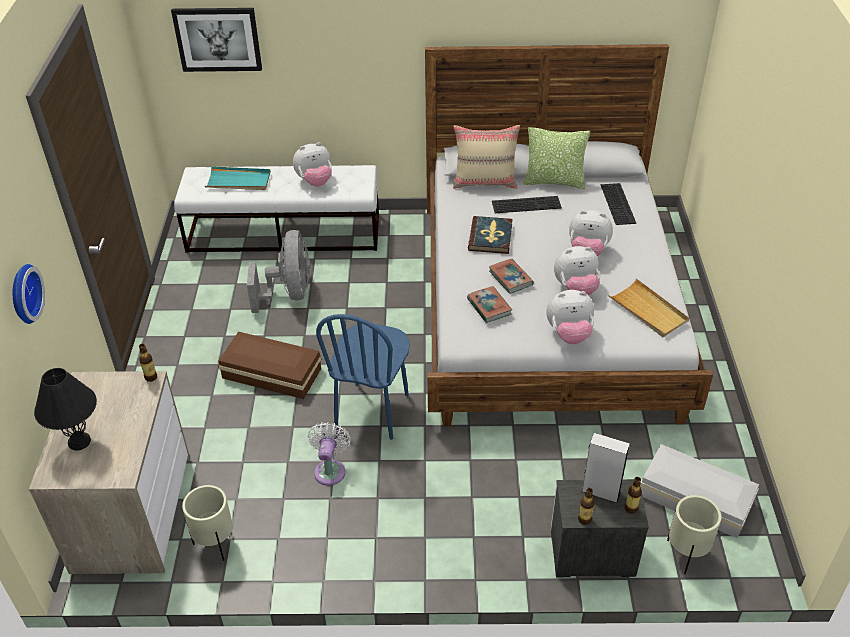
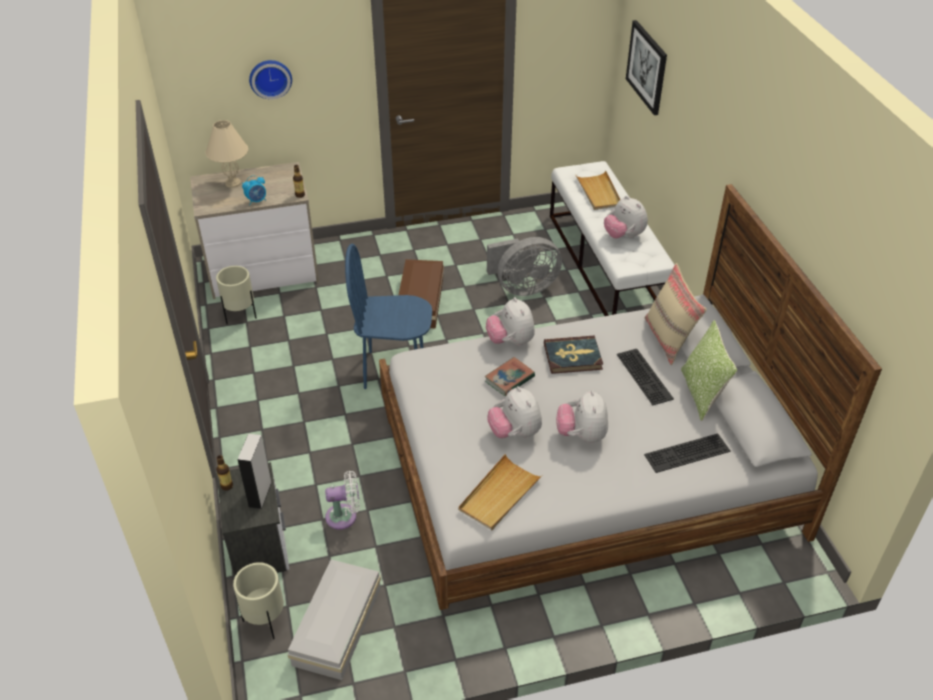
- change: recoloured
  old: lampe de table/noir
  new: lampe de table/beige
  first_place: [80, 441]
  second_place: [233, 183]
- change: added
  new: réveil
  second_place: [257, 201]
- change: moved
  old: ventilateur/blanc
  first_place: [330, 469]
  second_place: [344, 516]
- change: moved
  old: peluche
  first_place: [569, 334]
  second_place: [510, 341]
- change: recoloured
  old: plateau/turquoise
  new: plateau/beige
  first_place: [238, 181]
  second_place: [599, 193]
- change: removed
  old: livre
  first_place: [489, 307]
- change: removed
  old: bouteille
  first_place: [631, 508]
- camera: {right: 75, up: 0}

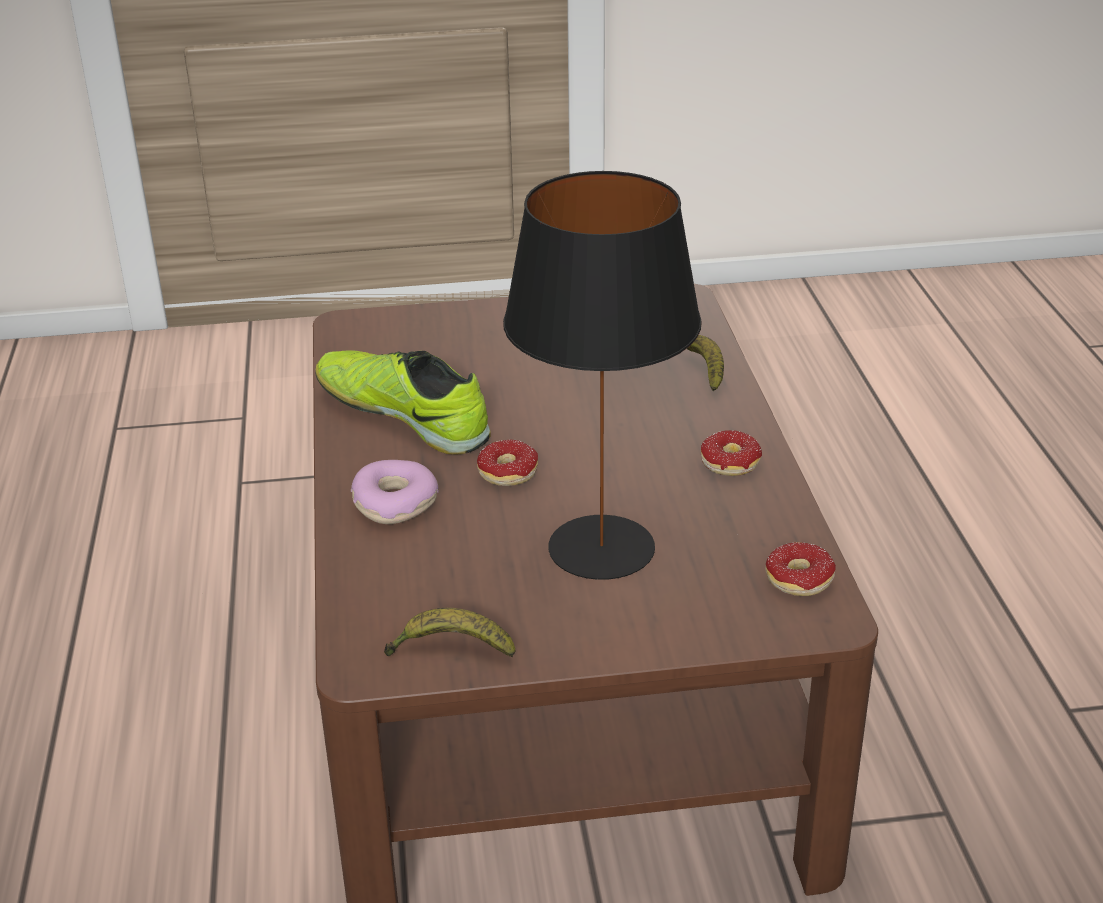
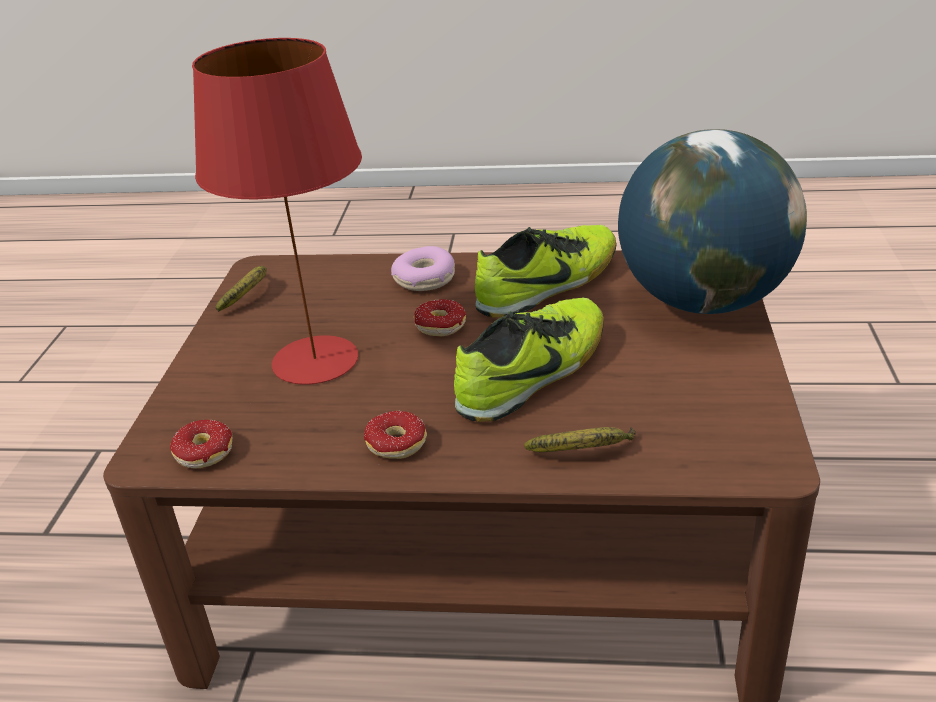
- change: recoloured
  old: lampe de table/noir
  new: lampe de table/rouge
  first_place: [601, 546]
  second_place: [317, 360]
- change: added
  new: chaussure
  second_place: [534, 373]
- change: added
  new: globe
  second_place: [702, 302]
- camera: {right: 105, up: 0}

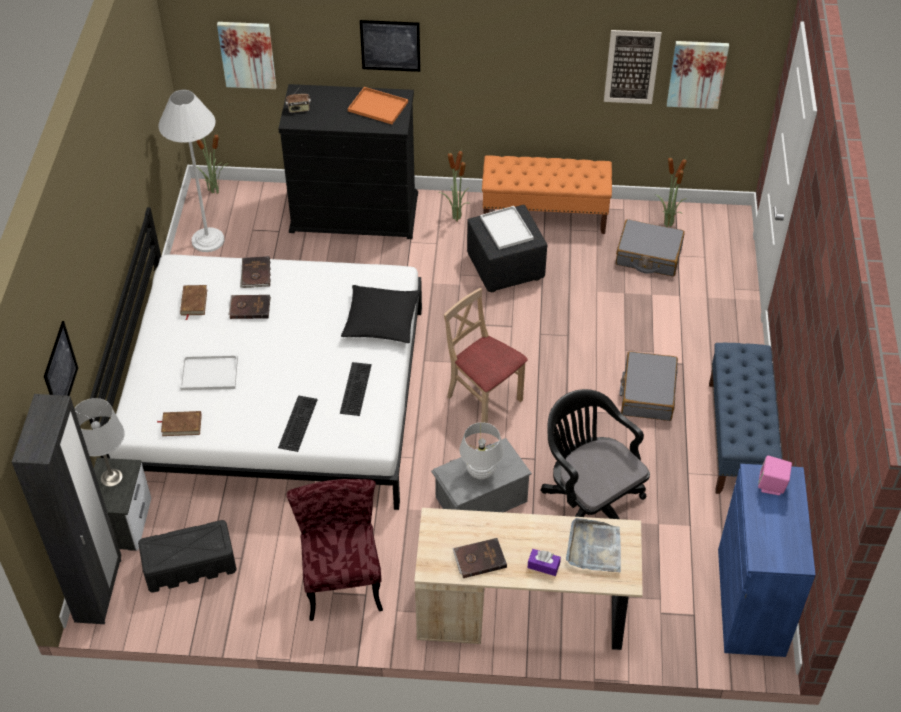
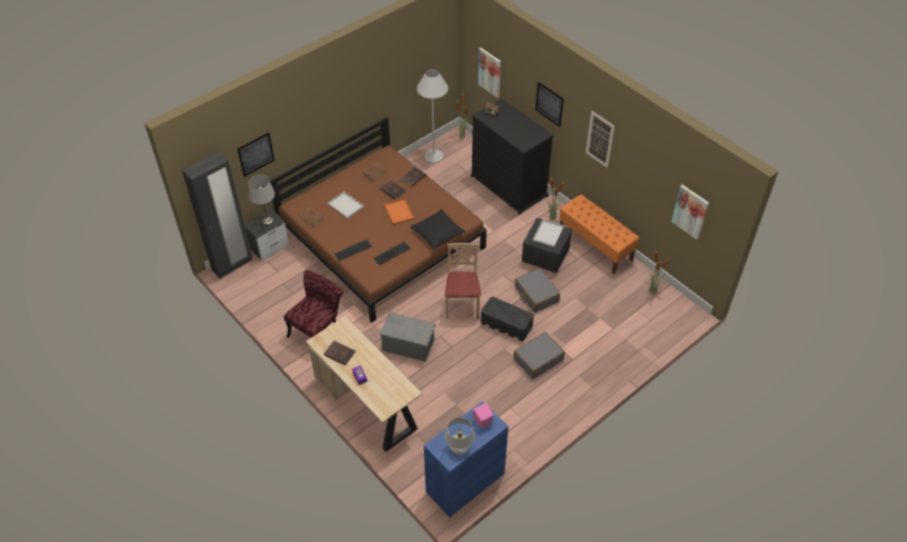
- change: recoloured
  old: lit/blanc
  new: lit/marron
  first_place: [274, 395]
  second_place: [381, 239]
- change: moved
  old: plateau/orange
  first_place: [376, 106]
  second_place: [398, 211]
- change: moved
  old: lampe de table/blanc
  first_place: [481, 471]
  second_place: [459, 448]
- change: moved
  old: boîte de rangement/noir
  first_place: [189, 566]
  second_place: [506, 324]
- change: moved
  old: valise/gris
  first_place: [648, 255]
  second_place: [536, 294]
- change: moved
  old: tableau
  first_place: [631, 67]
  second_place: [600, 139]
- change: removed
  old: chaise de bureau/noir
  first_place: [589, 504]
- change: removed
  old: plateau/gris
  first_place: [594, 548]
- change: removed
  old: banc/bleu
  first_place: [737, 438]
- camera: {right: 45, up: 0}

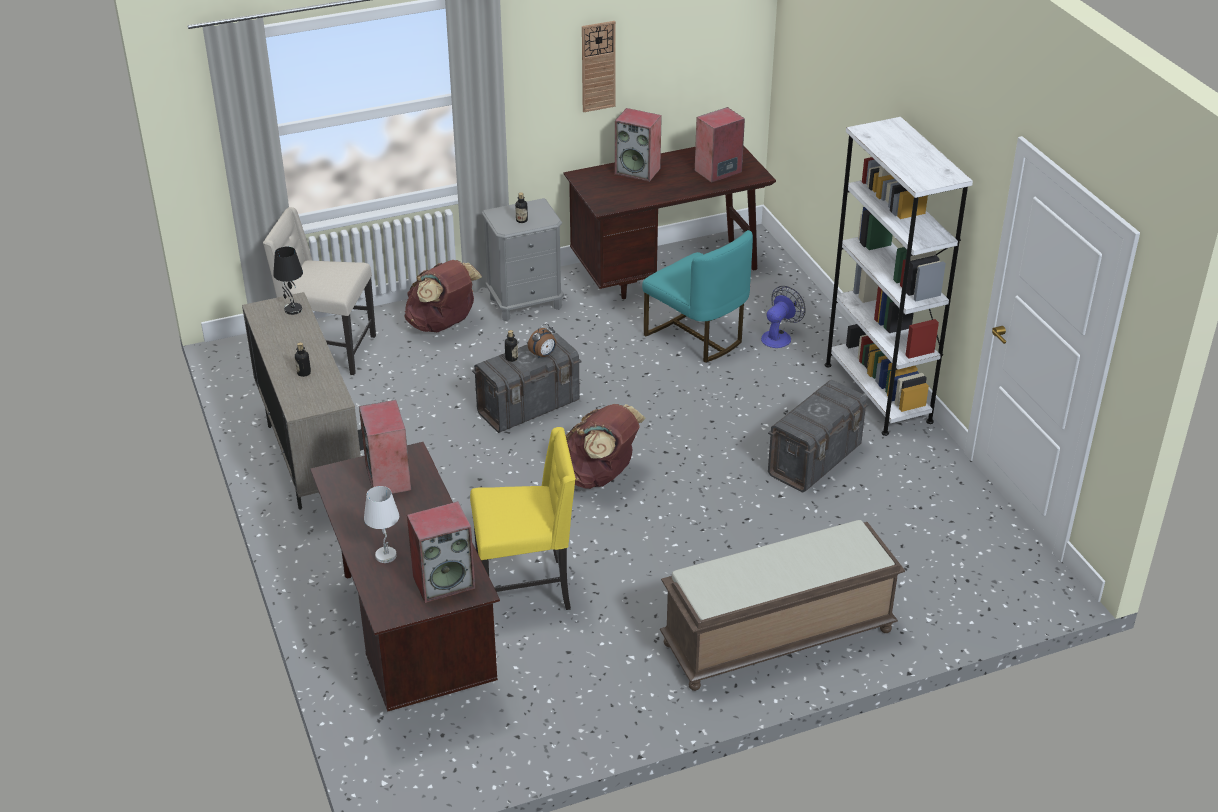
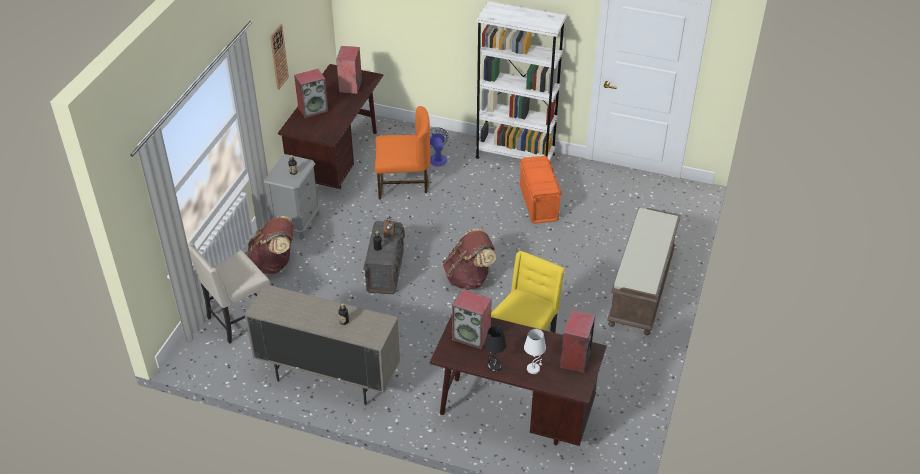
- change: recoloured
  old: chaise/turquoise
  new: chaise/orange
  first_place: [696, 336]
  second_place: [403, 183]
- change: moved
  old: lampe de table/noir
  first_place: [292, 309]
  second_place: [494, 366]
- change: recoloured
  old: boîte de rangement/gris
  new: boîte de rangement/orange
  first_place: [815, 460]
  second_place: [538, 203]
- camera: {right: -50, up: 5}

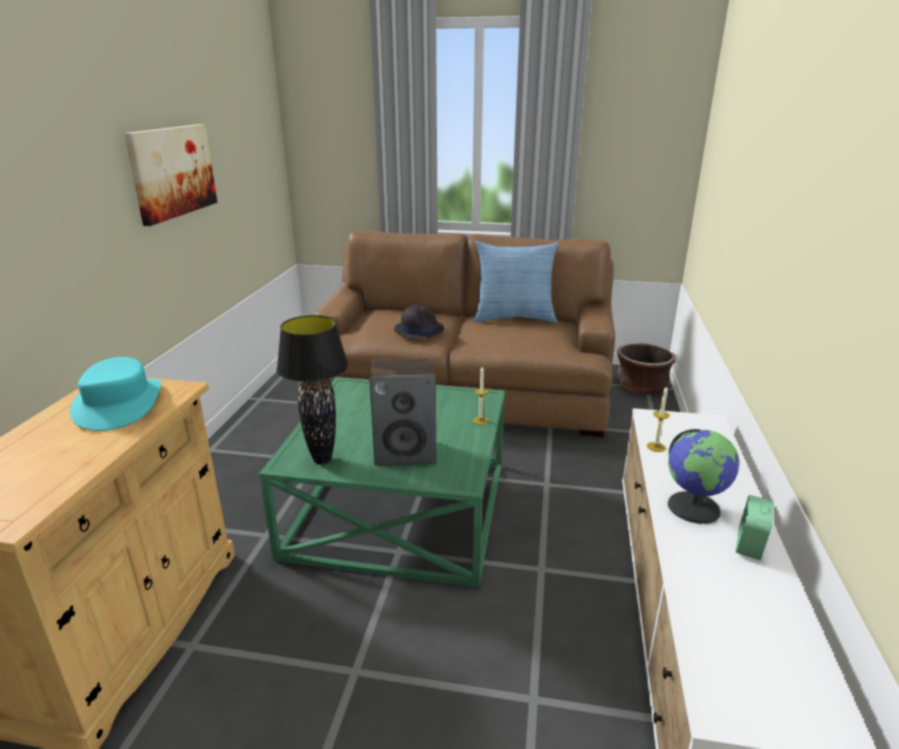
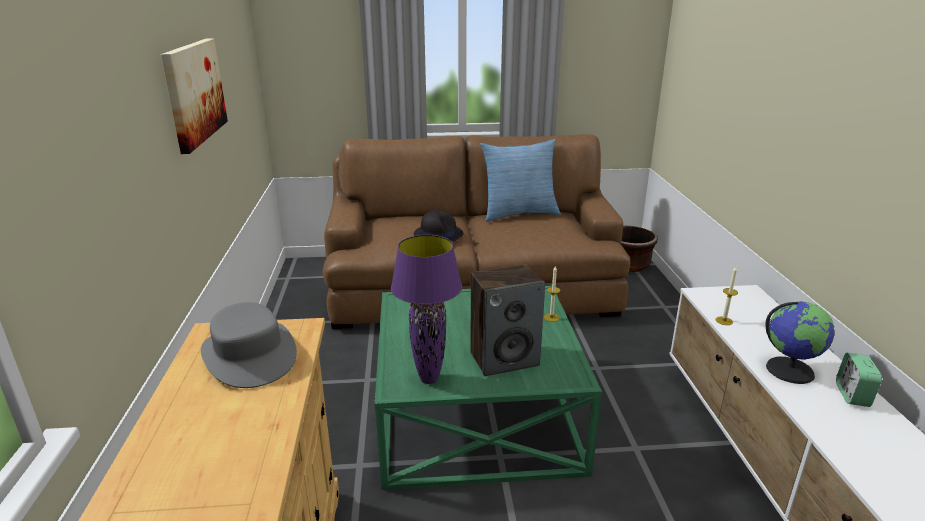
- change: recoloured
  old: chapeau/turquoise
  new: chapeau/gris
  first_place: [119, 404]
  second_place: [249, 355]
- change: recoloured
  old: lampe de table/noir
  new: lampe de table/violet
  first_place: [322, 460]
  second_place: [429, 379]
- camera: {right: -15, up: 0}

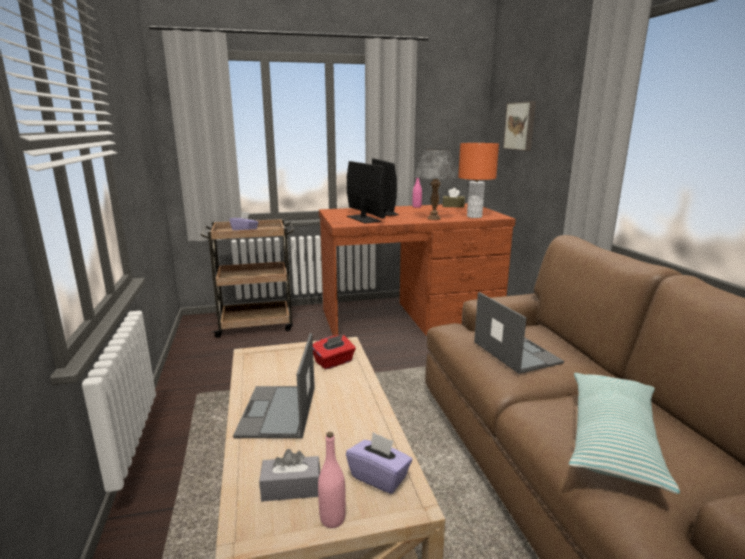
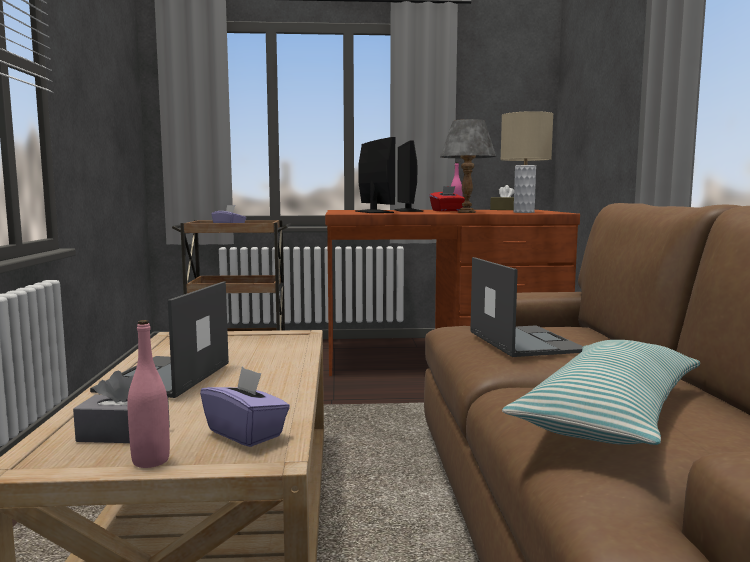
- change: moved
  old: boîte à mouchoirs/rouge
  first_place: [334, 362]
  second_place: [447, 211]
- change: recoloured
  old: lampe de table/orange
  new: lampe de table/beige
  first_place: [474, 216]
  second_place: [524, 212]
- change: removed
  old: tableau
  first_place: [521, 126]
- camera: {right: 10, up: -10}

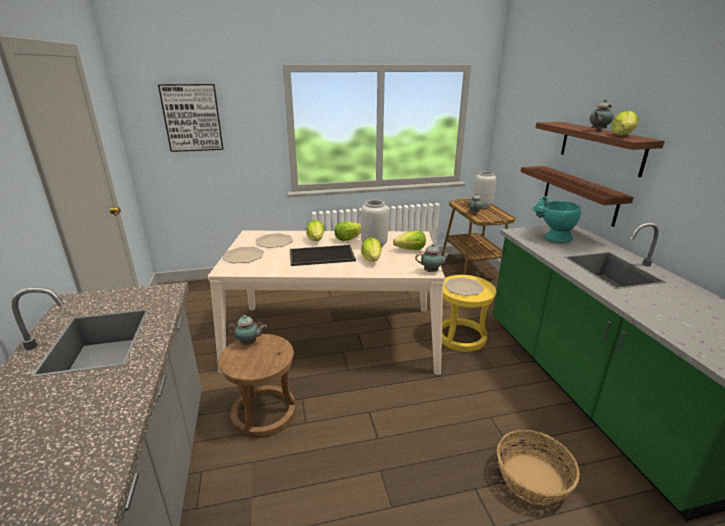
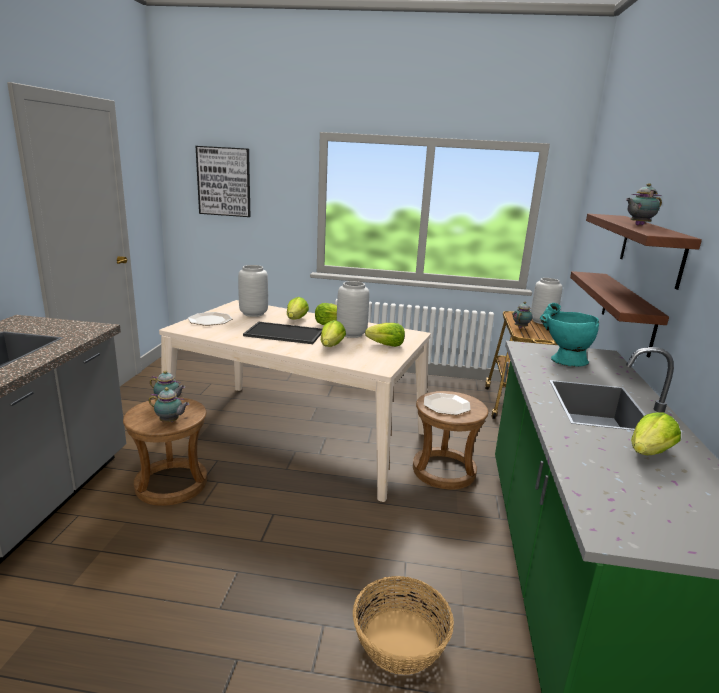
- change: moved
  old: théière
  first_place: [432, 271]
  second_place: [170, 421]
- change: replaced
  old: assiette
  new: vase/gris
  first_place: [274, 241]
  second_place: [253, 313]
- change: recoloured
  old: tabouret/jaune
  new: tabouret/marron
  first_place: [461, 337]
  second_place: [444, 471]
- change: moved
  old: laitue
  first_place: [622, 135]
  second_place: [649, 453]
- camera: {right: 20, up: -5}

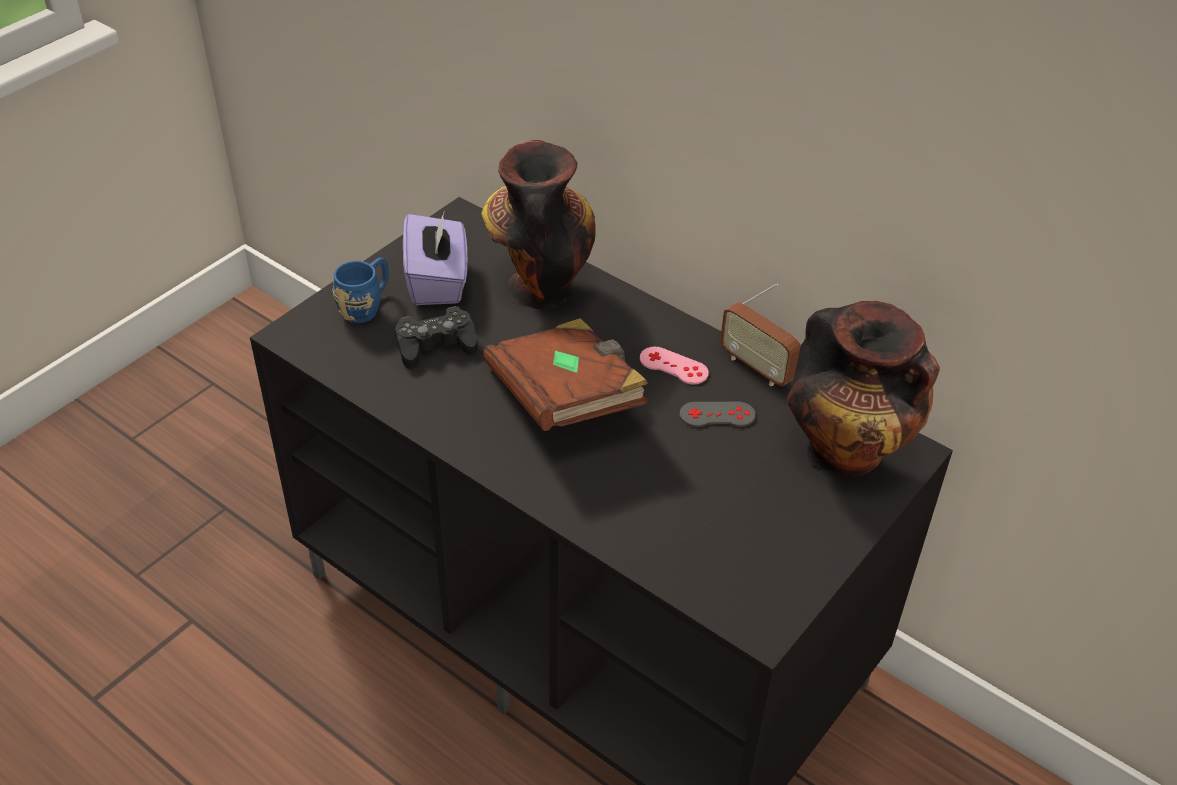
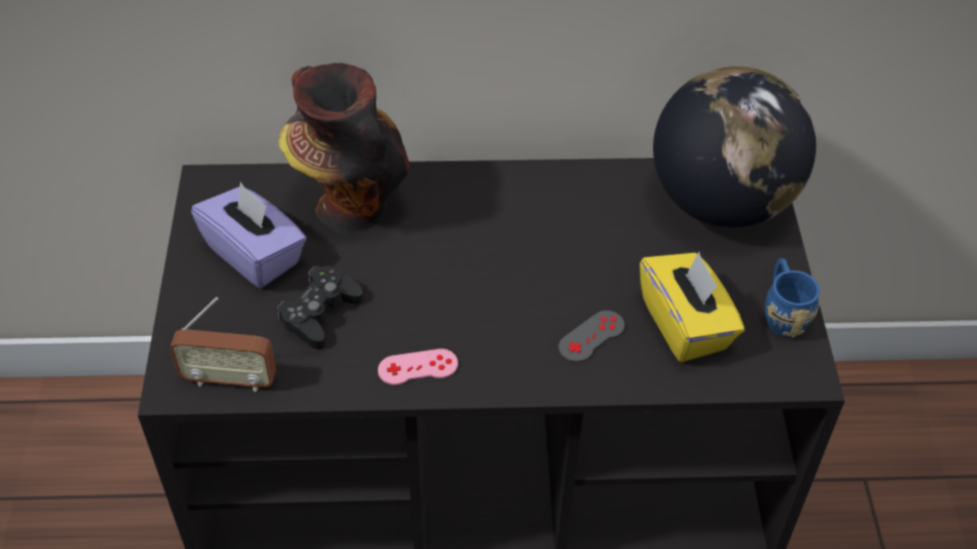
- change: moved
  old: radio
  first_place: [756, 368]
  second_place: [229, 379]
- change: moved
  old: manette/rose
  first_place: [673, 366]
  second_place: [418, 367]
- change: moved
  old: manette/gris
  first_place: [717, 415]
  second_place: [591, 336]
- change: added
  new: boîte à mouchoirs/jaune
  second_place: [685, 325]
- change: replaced
  old: vase
  new: globe
  first_place: [848, 454]
  second_place: [721, 203]
- change: moved
  old: mug/bleu
  first_place: [366, 306]
  second_place: [782, 313]
- change: removed
  old: livre/marron
  first_place: [566, 398]
- camera: {right: -40, up: 5}

